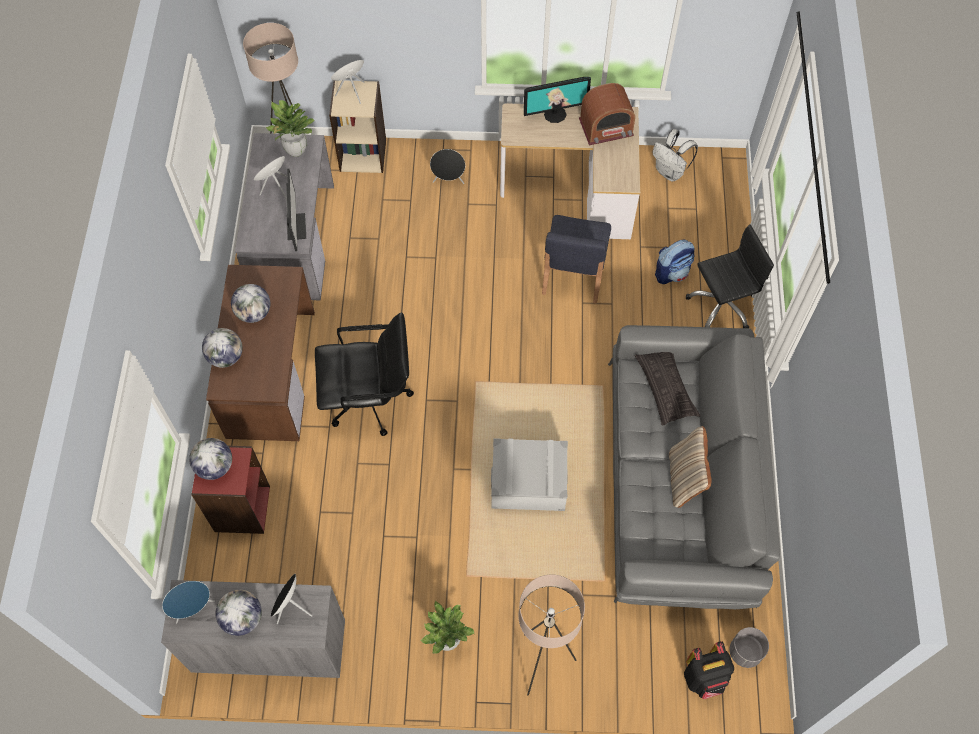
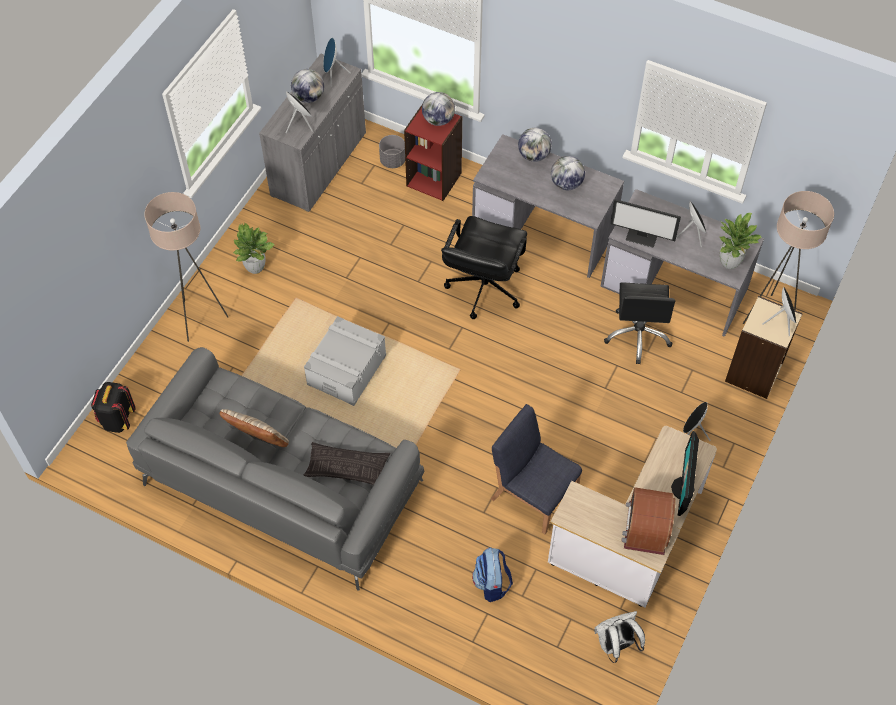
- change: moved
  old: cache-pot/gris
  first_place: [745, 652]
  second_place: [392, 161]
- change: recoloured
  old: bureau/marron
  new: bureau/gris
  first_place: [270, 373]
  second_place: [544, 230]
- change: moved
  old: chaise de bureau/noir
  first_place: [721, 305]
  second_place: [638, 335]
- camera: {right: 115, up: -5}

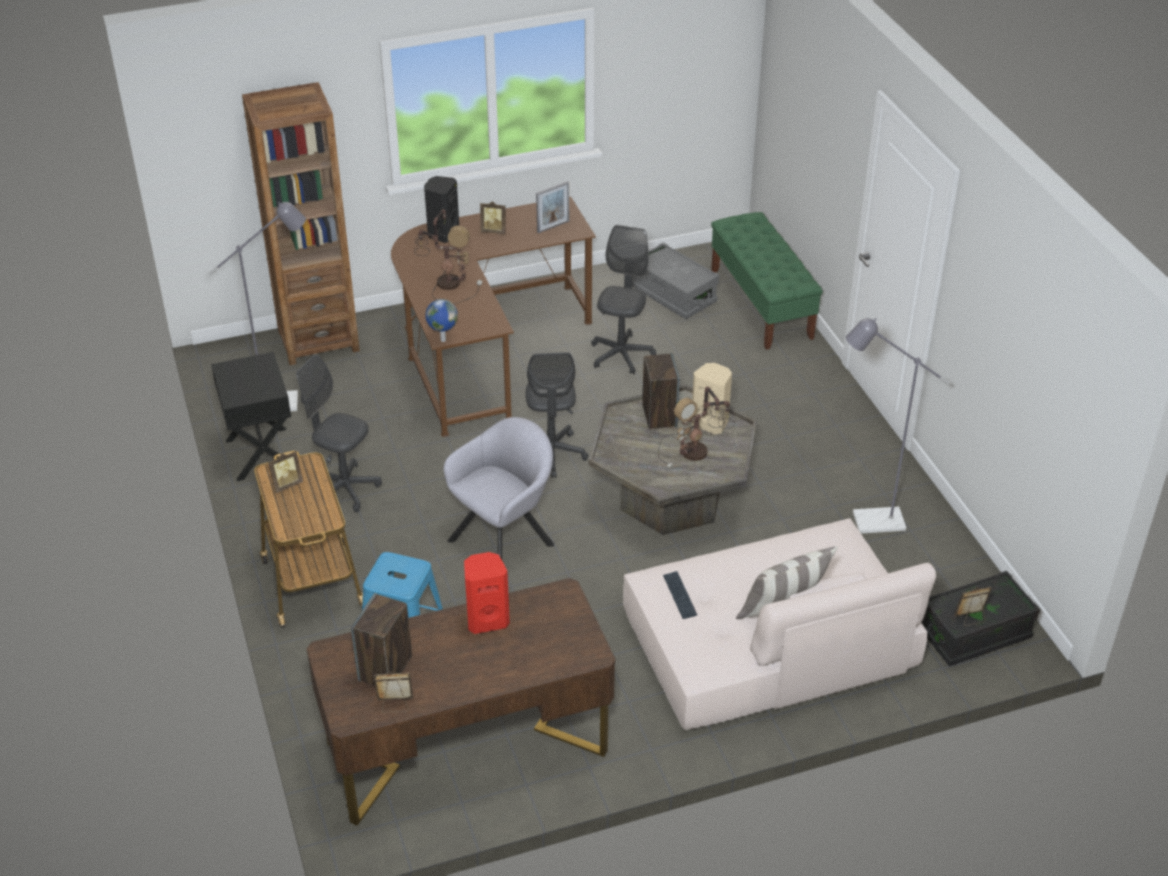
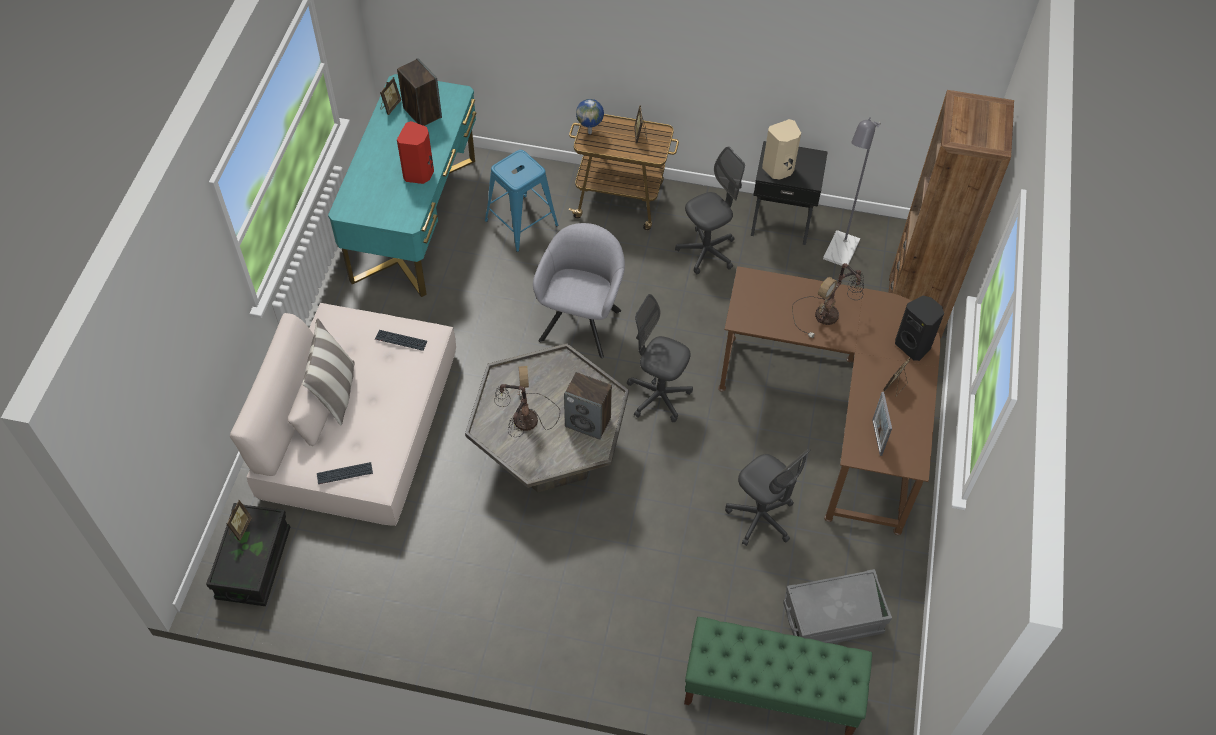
- change: added
  new: clavier
  second_place: [345, 474]
- change: recoloured
  old: bureau/marron
  new: bureau/turquoise
  first_place: [467, 747]
  second_place: [414, 219]
- change: turned
  old: fauteuil/gris
  first_place: [505, 540]
  second_place: [582, 321]
  degrees: -150
- change: moved
  old: globe
  first_place: [442, 340]
  second_place: [590, 132]
- change: moved
  old: enceinte/beige
  first_place: [711, 423]
  second_place: [778, 170]
- change: removed
  old: lampadaire/gris
  first_place: [869, 522]
- camera: {right: 120, up: 15}

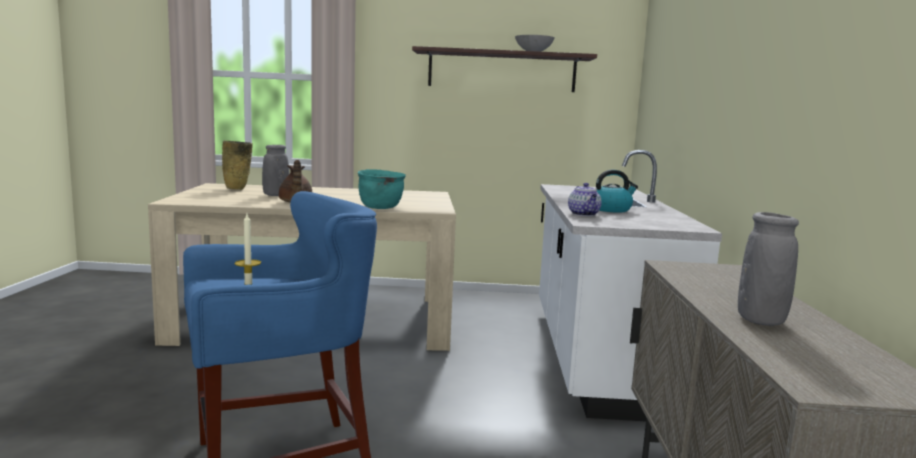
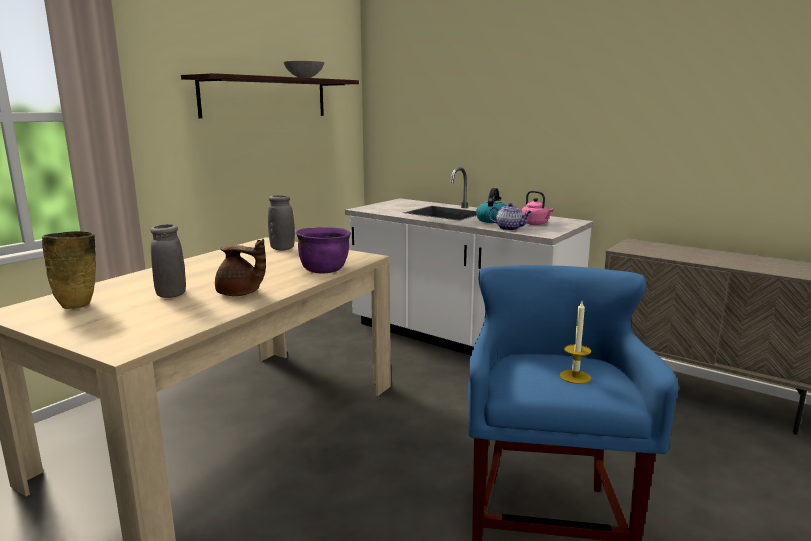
- change: moved
  old: vase/gris
  first_place: [760, 320]
  second_place: [282, 249]
- change: recoloured
  old: marmite/turquoise
  new: marmite/violet
  first_place: [381, 207]
  second_place: [324, 270]
- change: added
  new: bouilloire/rose
  second_place: [535, 224]
- camera: {right: -55, up: 5}

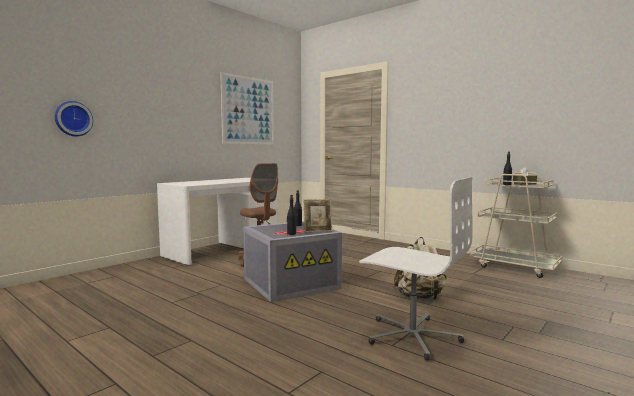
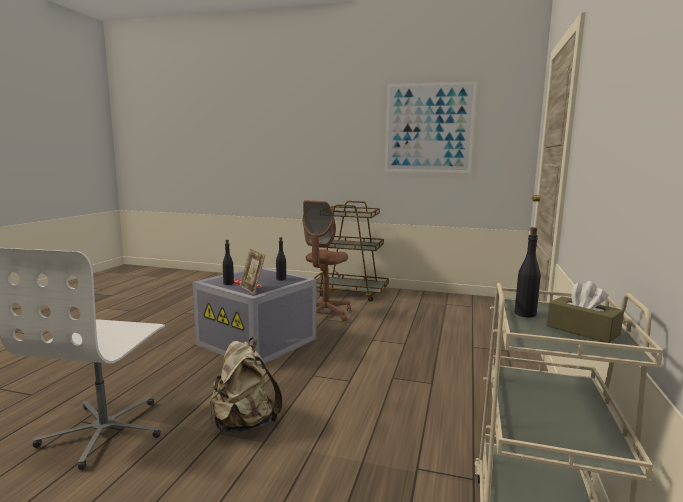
- change: replaced
  old: bureau/blanc
  new: chariot/marron
  first_place: [222, 250]
  second_place: [349, 292]
- change: removed
  old: horloge murale
  first_place: [73, 119]
- camera: {right: 65, up: 5}

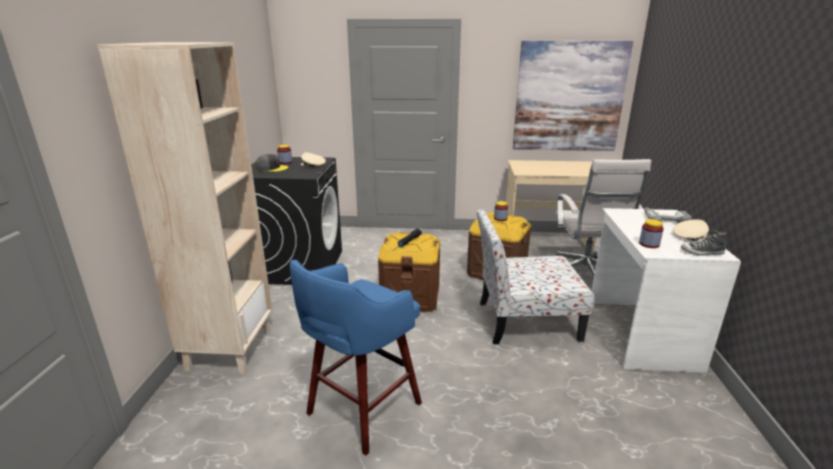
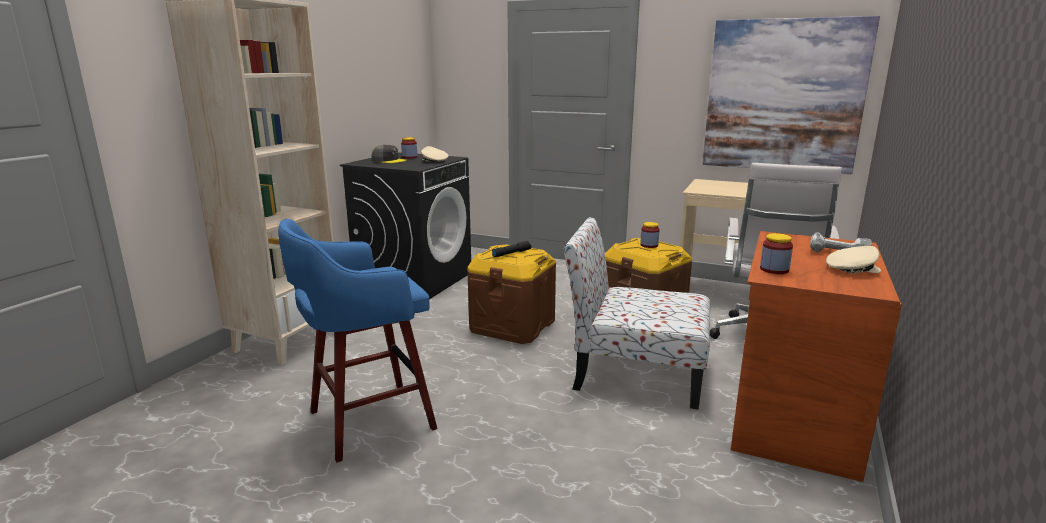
- change: recoloured
  old: bureau/blanc
  new: bureau/marron
  first_place: [639, 333]
  second_place: [792, 416]
- change: removed
  old: chaussure
  first_place: [702, 253]
- camera: {right: 20, up: -5}

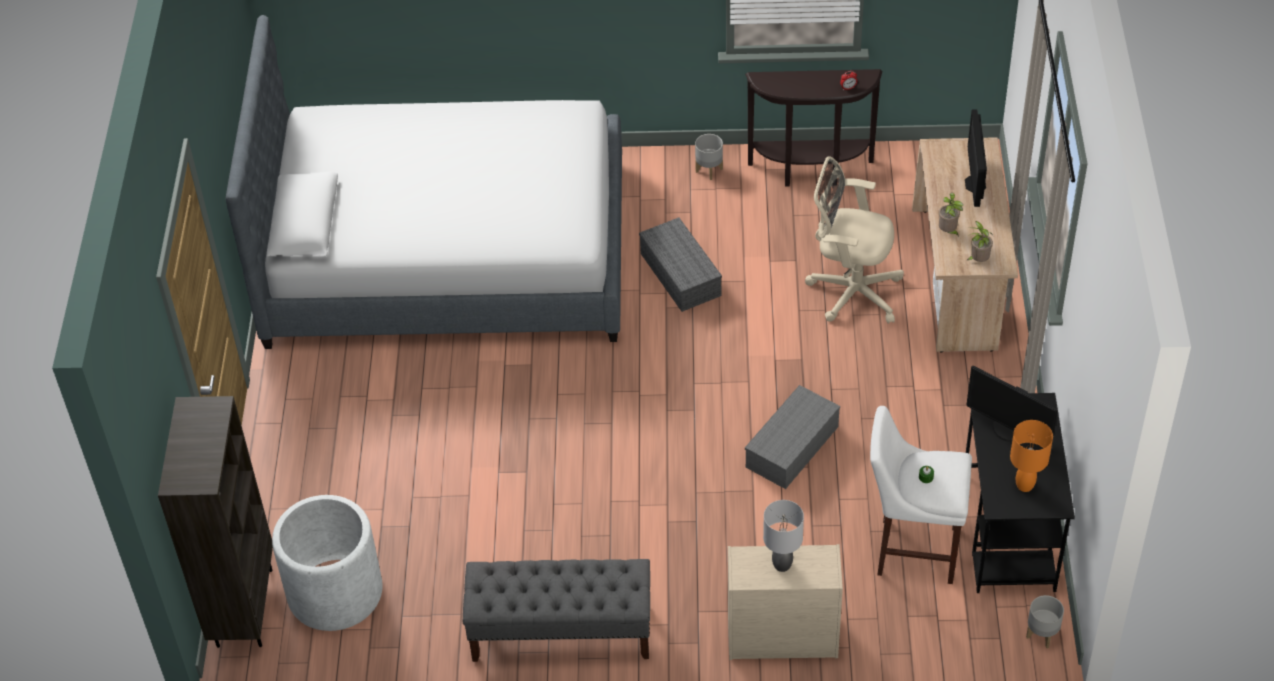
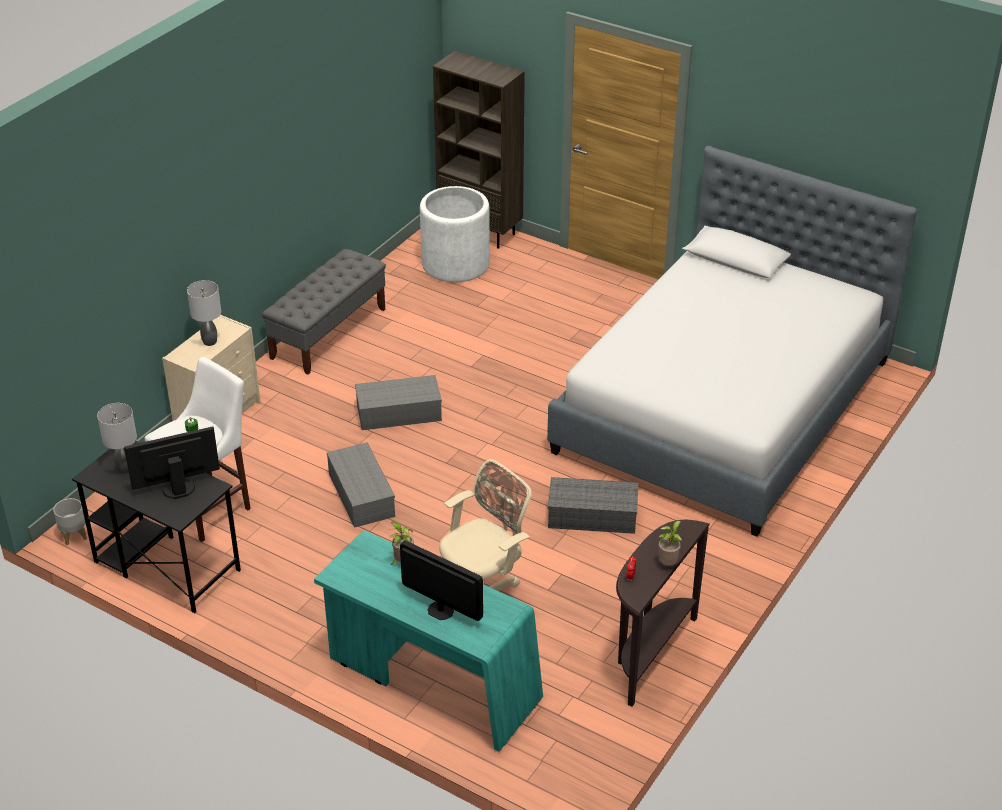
- change: recoloured
  old: lampe de table/orange
  new: lampe de table/gris
  first_place: [1025, 485]
  second_place: [125, 469]
- change: recoloured
  old: bureau/beige
  new: bureau/turquoise
  first_place: [957, 279]
  second_place: [431, 681]
- change: added
  new: boîte de rangement/gris
  second_place: [398, 413]
- change: moved
  old: plante en pot
  first_place: [978, 260]
  second_place: [668, 564]
- change: removed
  old: cache-pot/gris
  first_place: [709, 170]
- camera: {right: 120, up: -10}

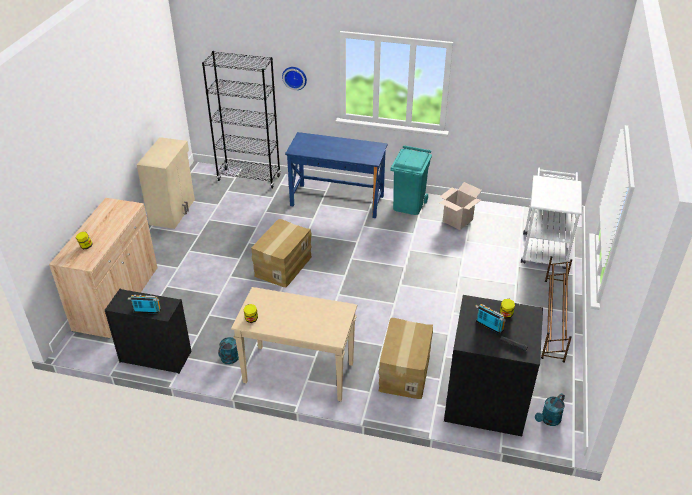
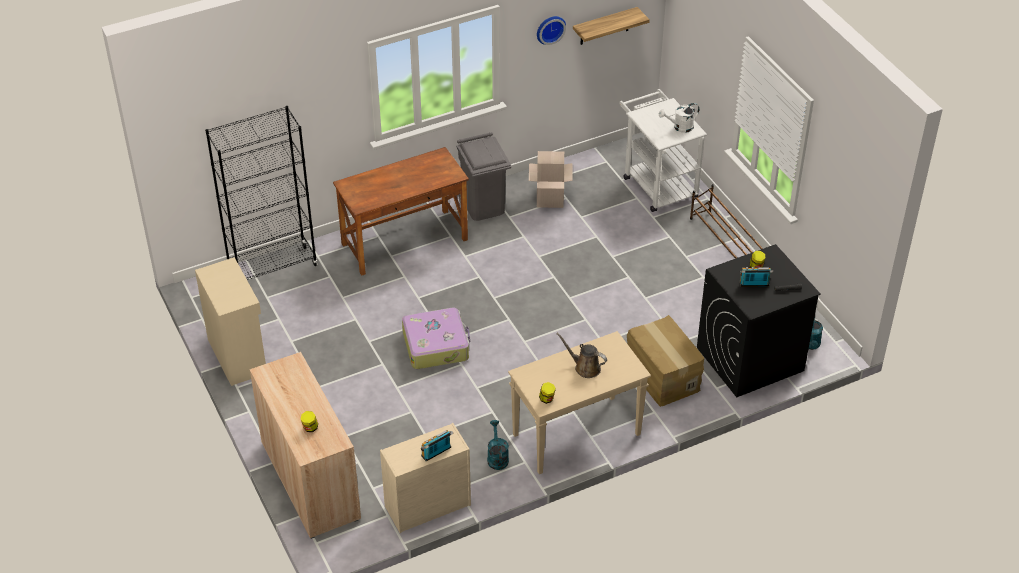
- change: recoloured
  old: bureau/bleu
  new: bureau/marron
  first_place: [337, 200]
  second_place: [404, 241]
- change: recoloured
  old: commode/noir
  new: commode/beige
  first_place: [154, 356]
  second_place: [426, 506]
- change: replaced
  old: carton
  new: valise
  first_place: [282, 266]
  second_place: [436, 345]
- change: recoloured
  old: poubelle/turquoise
  new: poubelle/gris
  first_place: [409, 205]
  second_place: [484, 206]
- change: moved
  old: horloge murale
  first_place: [295, 77]
  second_place: [550, 28]
- change: added
  new: arrosoir/marron
  second_place: [585, 367]
- change: added
  new: étagère
  second_place: [604, 26]
- change: added
  new: arrosoir/blanc
  second_place: [680, 127]
- camera: {right: -40, up: 5}

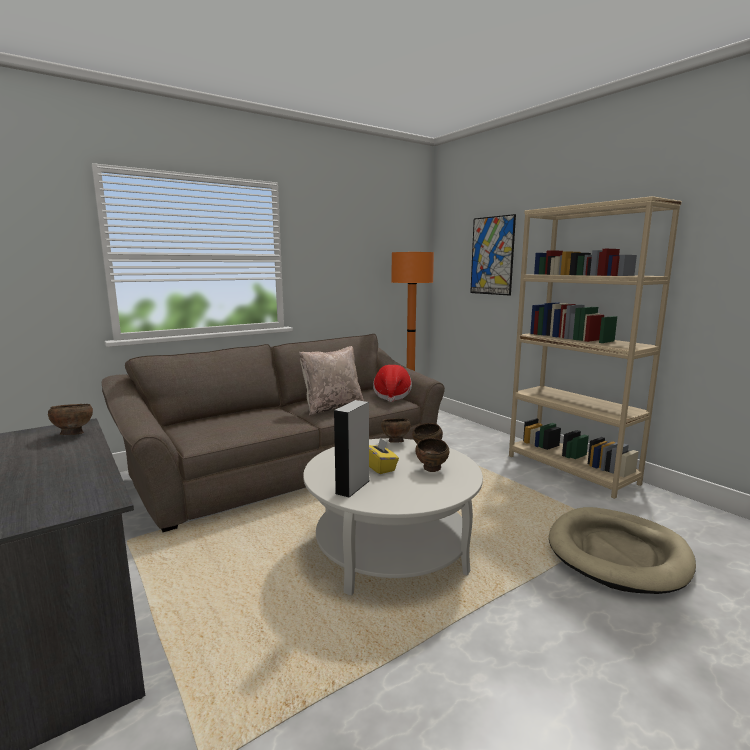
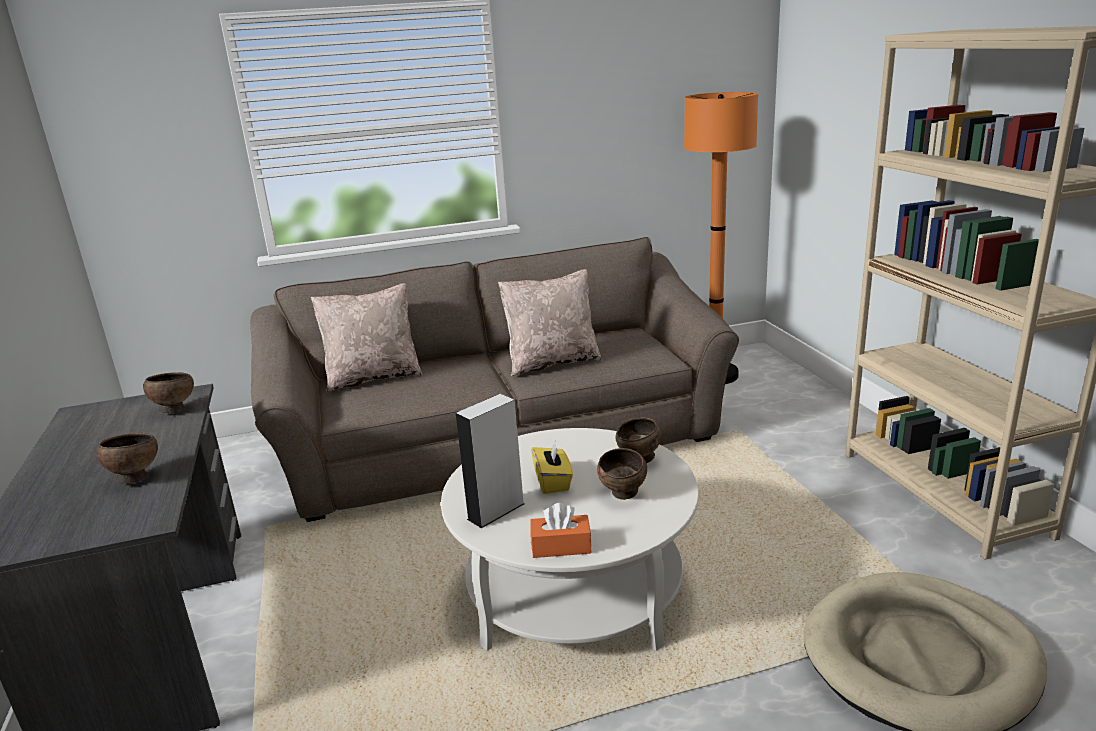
- change: moved
  old: bol/marron
  first_place: [395, 442]
  second_place: [135, 479]
- change: added
  new: coussin/beige
  second_place: [373, 377]
- change: added
  new: boîte à mouchoirs/orange
  second_place: [561, 546]
- change: removed
  old: chapeau
  first_place: [392, 396]
- change: removed
  old: tableau
  first_place: [492, 256]
- camera: {right: 20, up: 10}

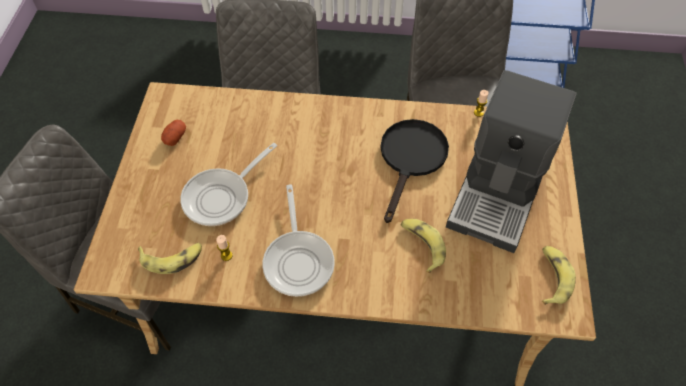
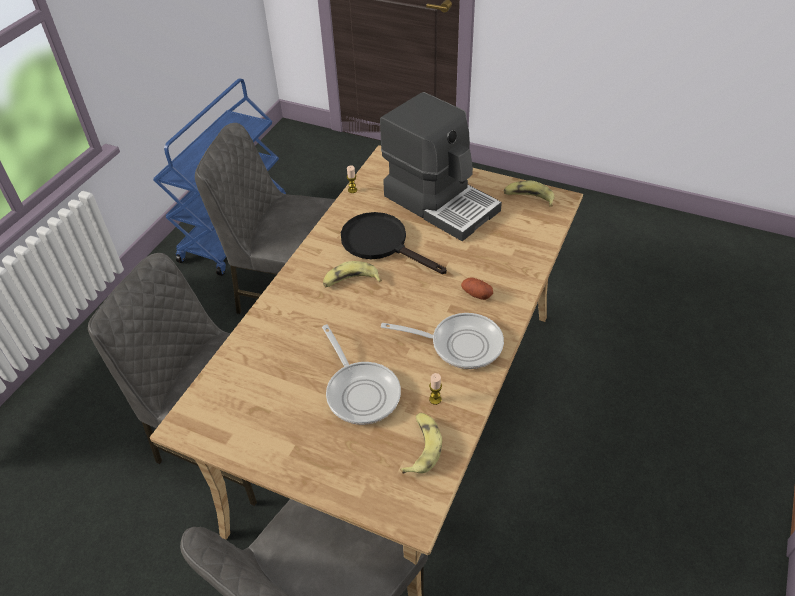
- change: moved
  old: banane
  first_place: [422, 245]
  second_place: [350, 281]
- change: moved
  old: pomme de terre
  first_place: [175, 137]
  second_place: [476, 294]
- camera: {right: -70, up: -10}

